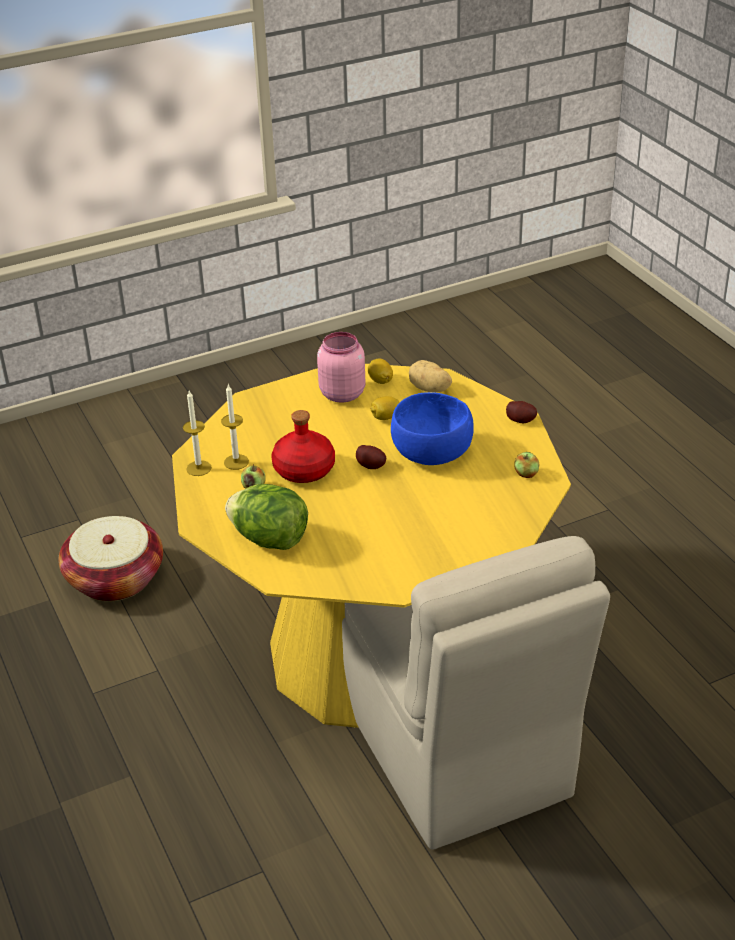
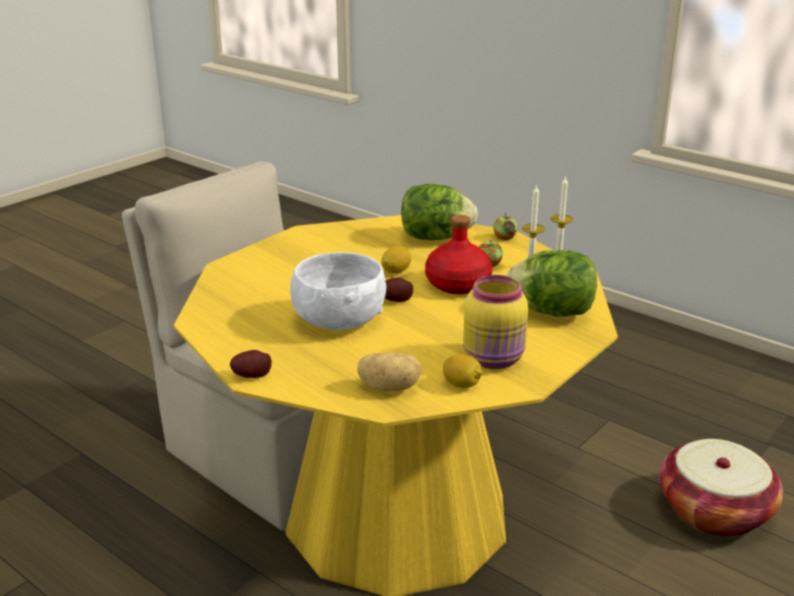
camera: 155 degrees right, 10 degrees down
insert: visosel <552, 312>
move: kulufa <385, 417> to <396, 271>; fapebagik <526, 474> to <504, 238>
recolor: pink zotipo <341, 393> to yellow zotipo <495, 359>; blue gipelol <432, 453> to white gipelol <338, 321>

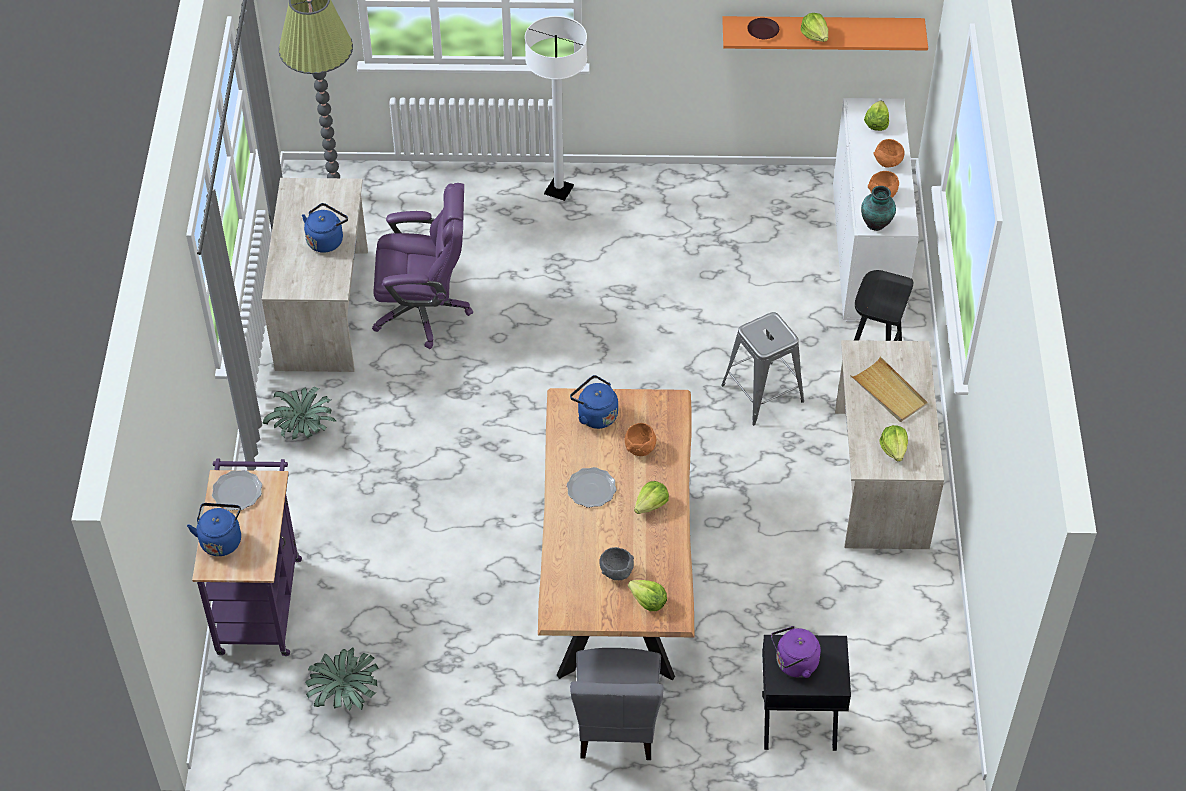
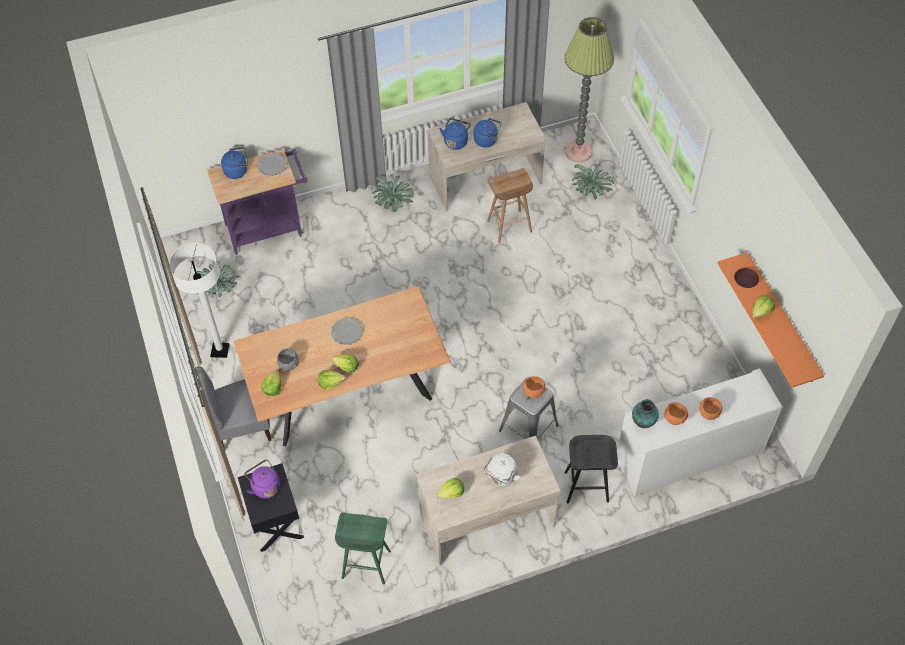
camera: 70 degrees right, 5 degrees up
insert: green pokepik <365, 565>; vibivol <591, 191>
move: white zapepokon <559, 190> to <220, 350>; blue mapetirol <595, 415> to <456, 141>; orange gipelol <640, 448> to <533, 392>; visosel <876, 123> to <330, 383>
replace: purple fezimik <424, 310> to brown pokepik <509, 227>; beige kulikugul <889, 392> to white mapetirol <501, 477>

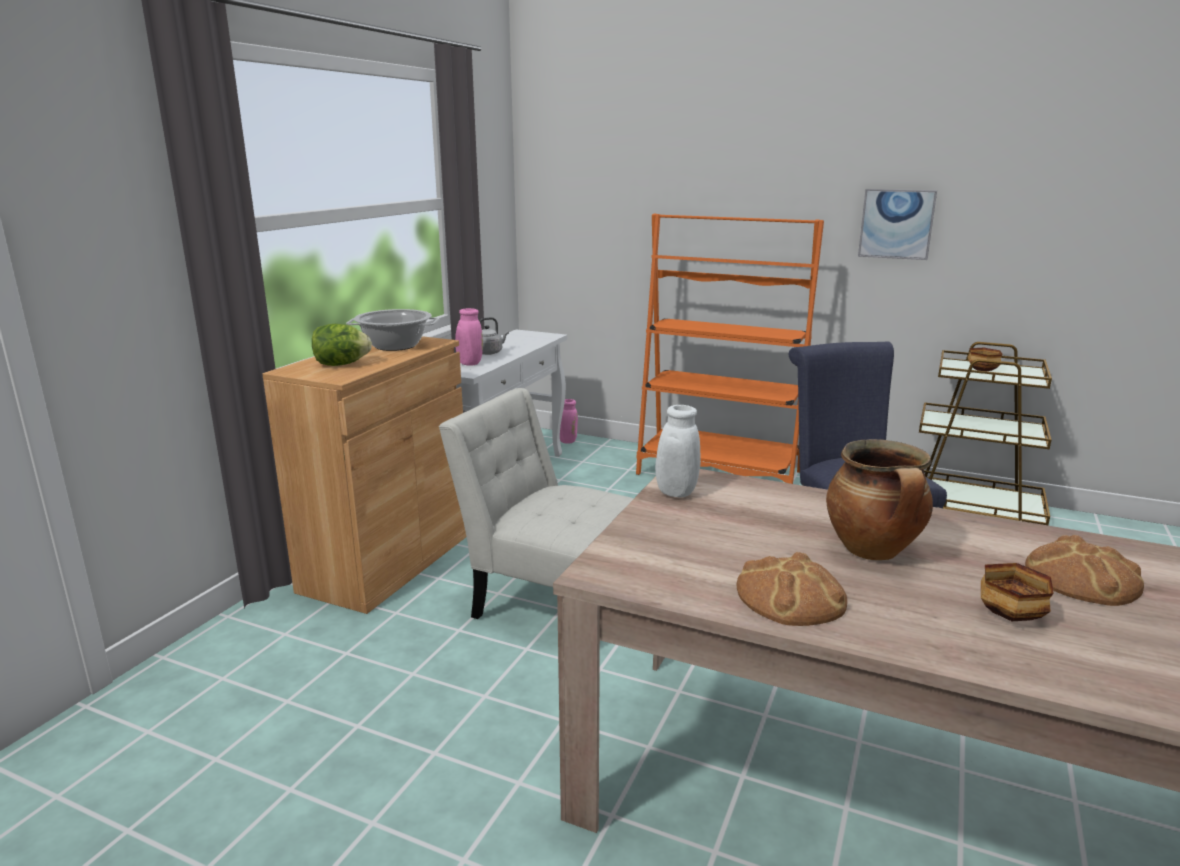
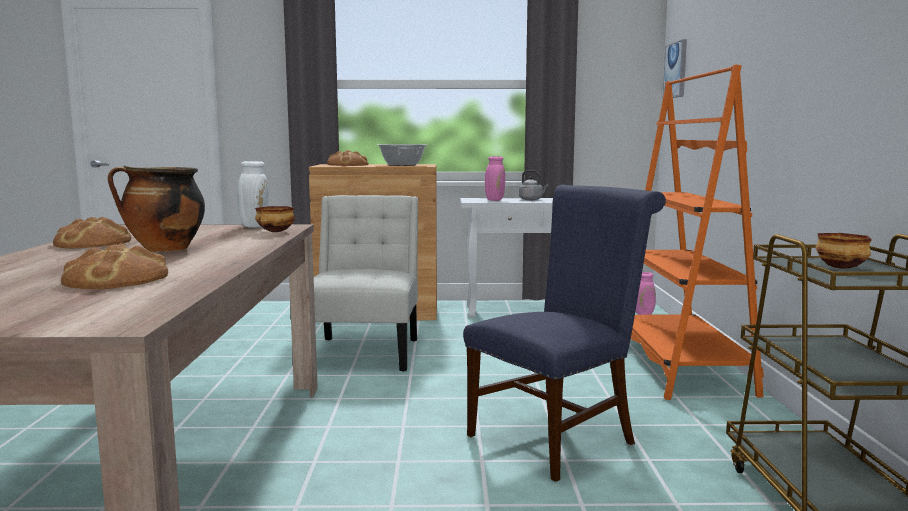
camera: 65 degrees right, 10 degrees down
move: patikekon <896, 224> to <676, 70>; gipelol <1012, 615> to <275, 231>
replace: visosel <341, 364> to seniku <348, 165>

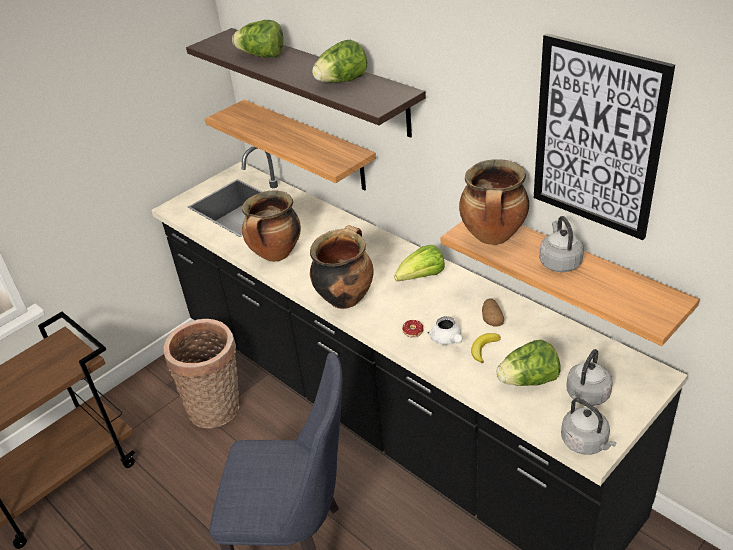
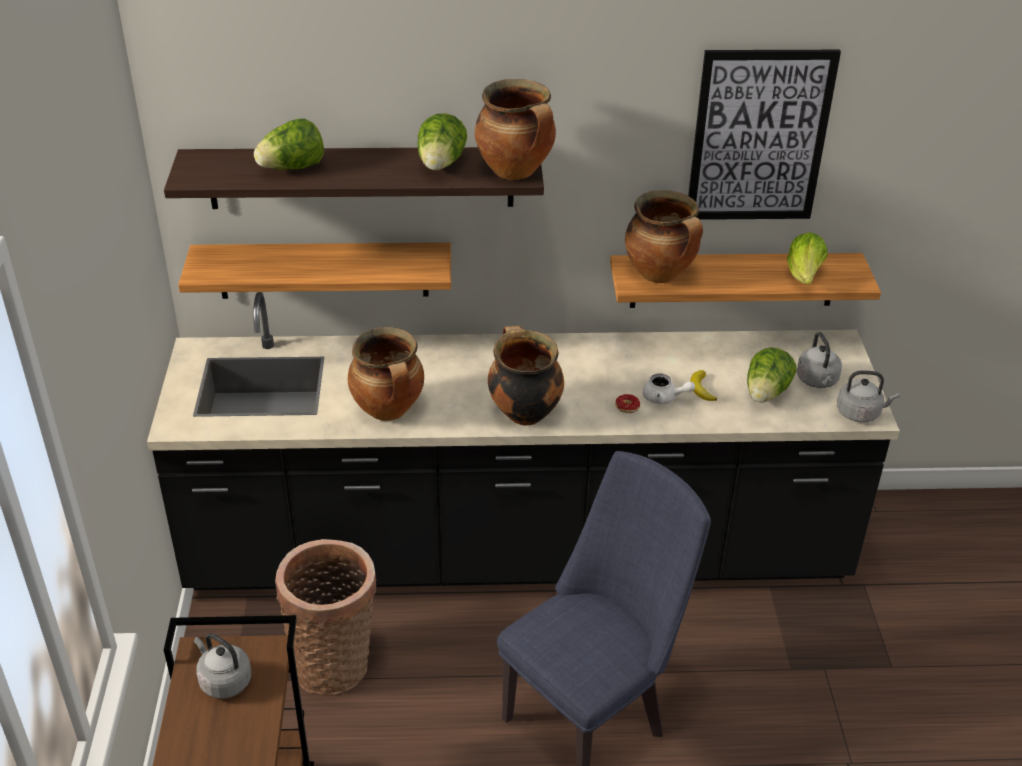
camera: 50 degrees left, 0 degrees up
delete: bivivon <492, 319>
insert: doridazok <516, 172>
move: visosel <421, 277> to <804, 276>; grey mapetirol <559, 262> to <223, 681>

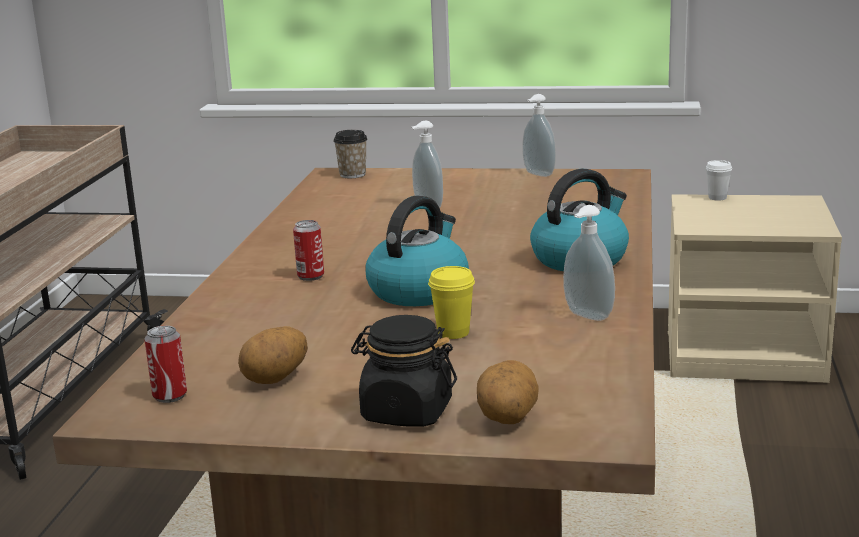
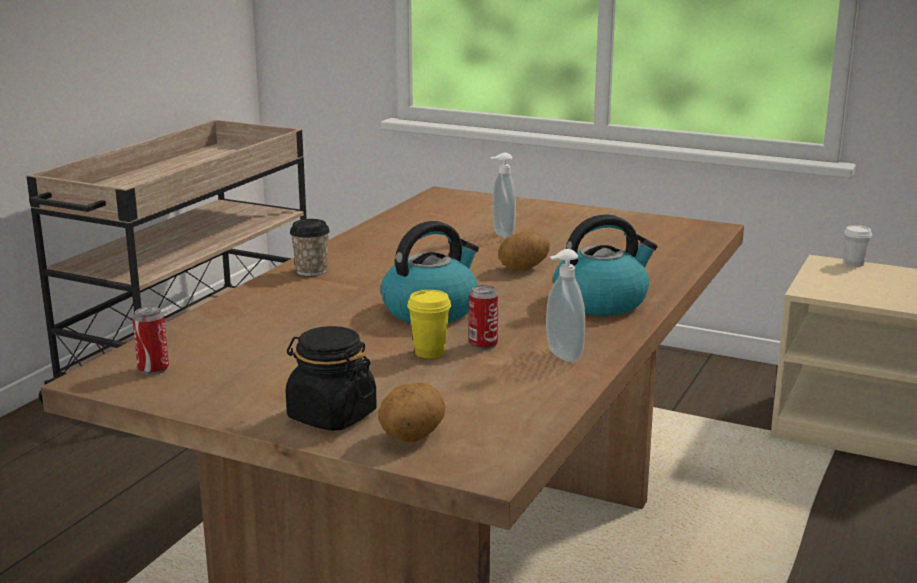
camera: 15 degrees right, 0 degrees up
delete: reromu <537, 174>
move: bivivon <276, 379> to <524, 269>; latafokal <310, 276> to <483, 344>; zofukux <352, 175> to <311, 271>

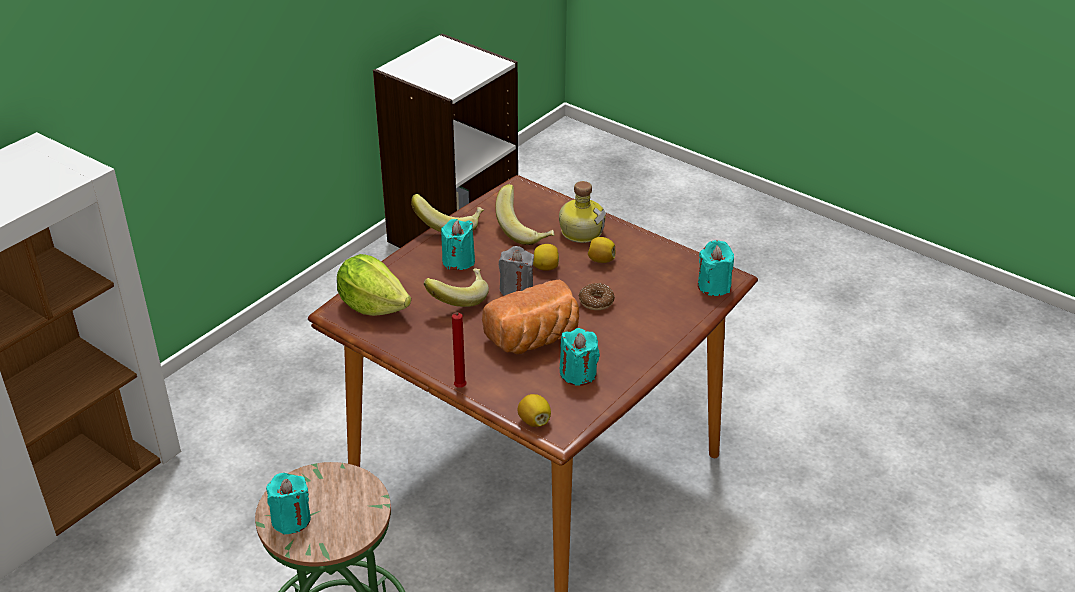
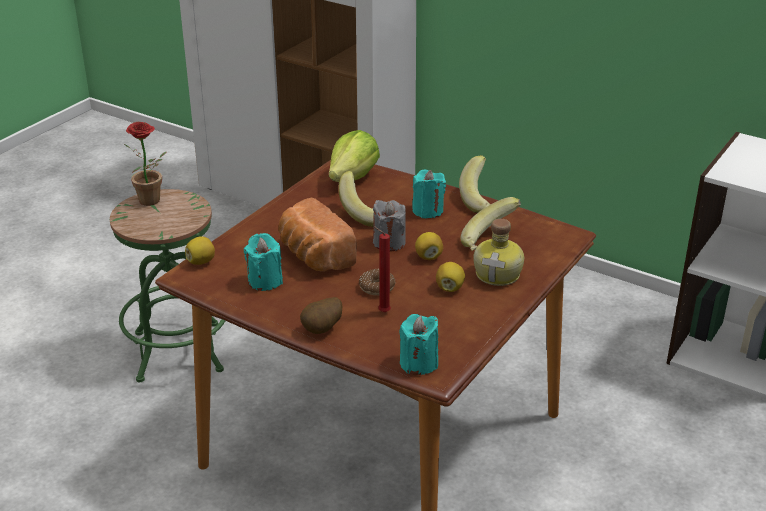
camera: 85 degrees right, 5 degrees down
insert: bivivon <323, 330>
move: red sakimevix <459, 388> to <382, 312>
replace: turquoise sakimevix <291, 519> to vibivol <152, 202>

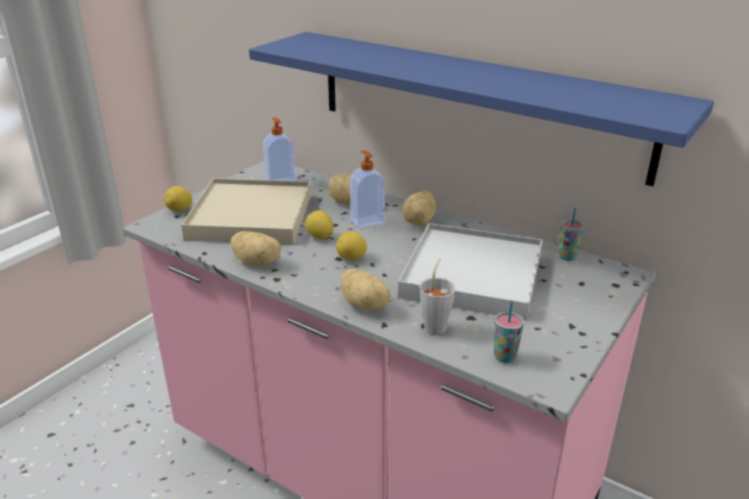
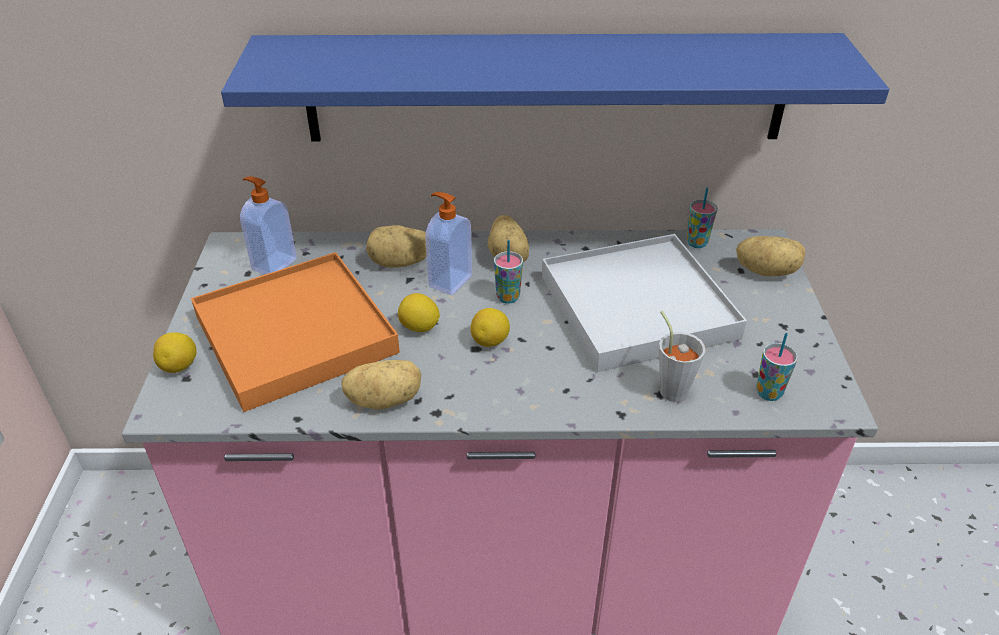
camera: 35 degrees left, 10 degrees up
insert: zofukux <508, 297>
move: bivivon <365, 305> to <766, 271>
recolor: beige kulikugul <250, 216> to orange kulikugul <295, 335>

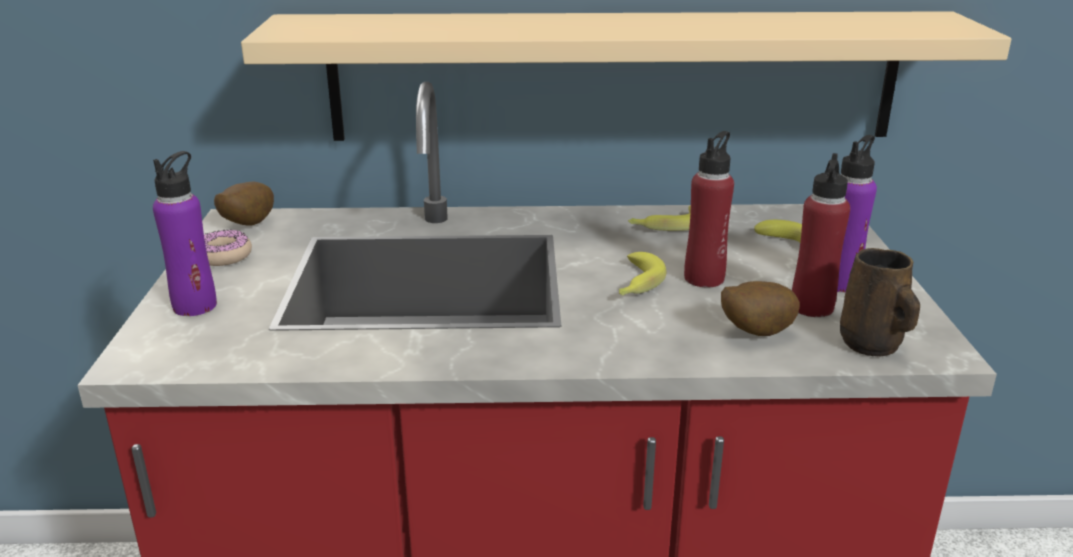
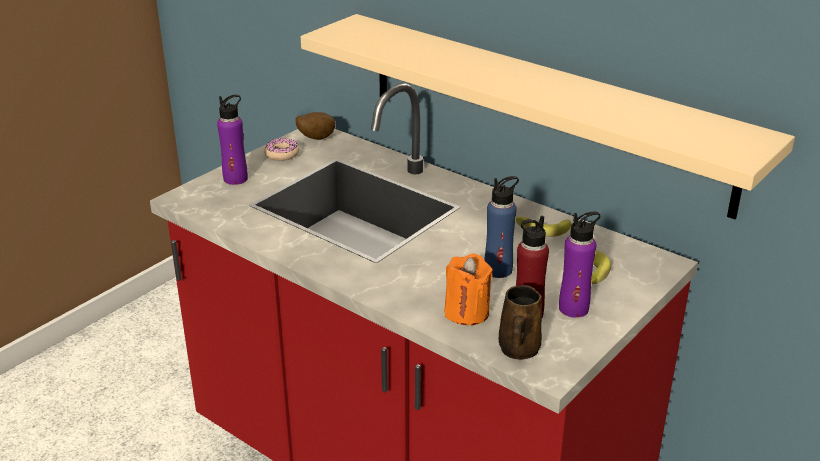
camera: 40 degrees right, 5 degrees up
delete: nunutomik <635, 284>
replace: bivivon <753, 333> to orange sakimevix <466, 312>
recolor: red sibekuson <704, 278> to blue sibekuson <498, 270>

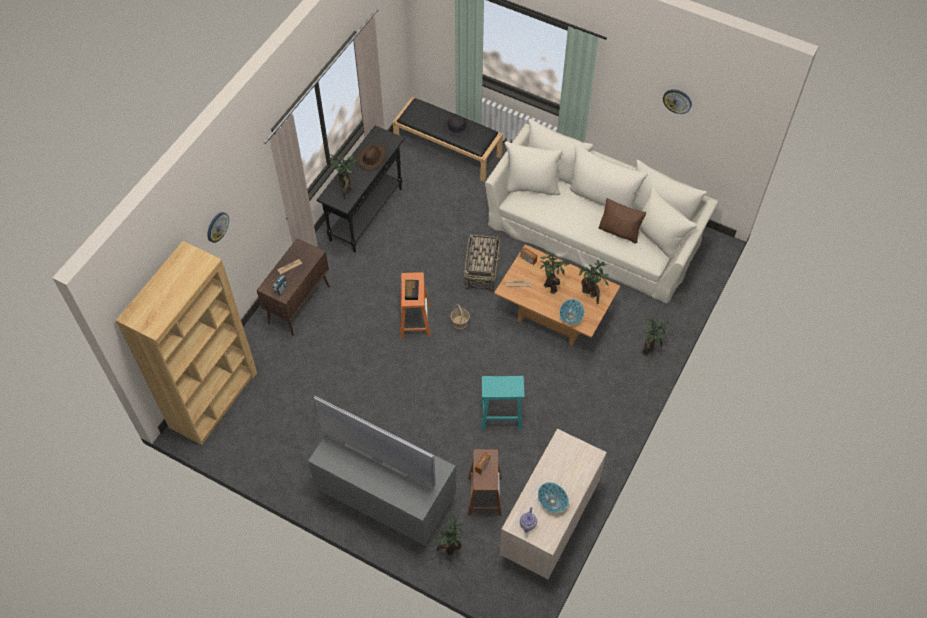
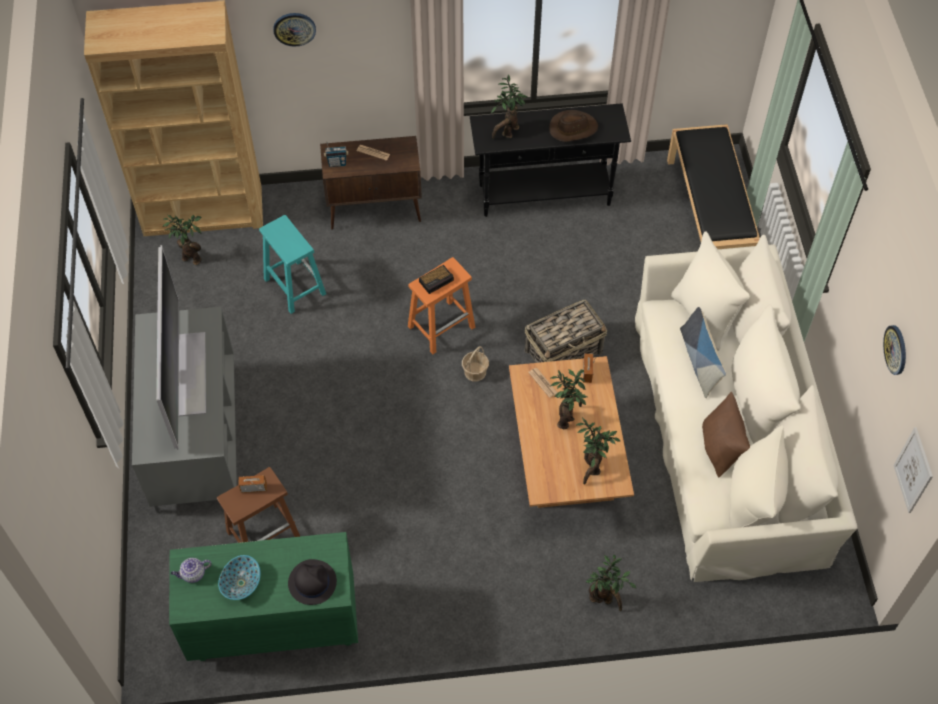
camera: 55 degrees right, 0 degrees up
delete: gipelol <570, 316>
insert: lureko <699, 361>; patikekon <913, 470>
move: vibivol <451, 549> to <190, 257>; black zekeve <456, 126> to <312, 582>; turquoise pokepik <500, 415> to <294, 286>
recolor: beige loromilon <549, 523> to green loromilon <273, 624>

